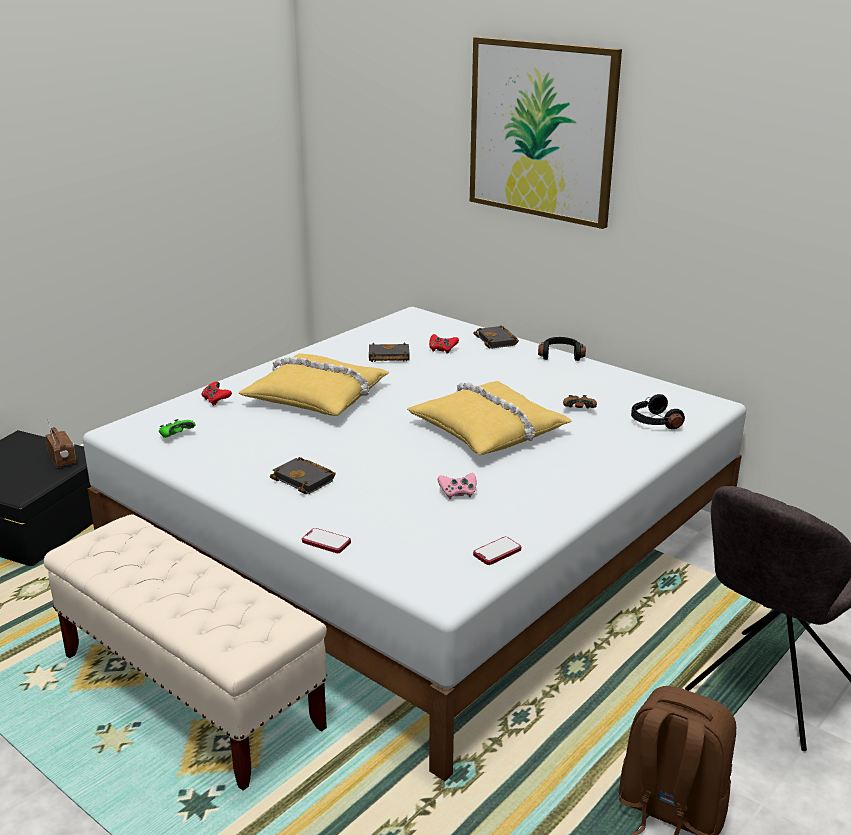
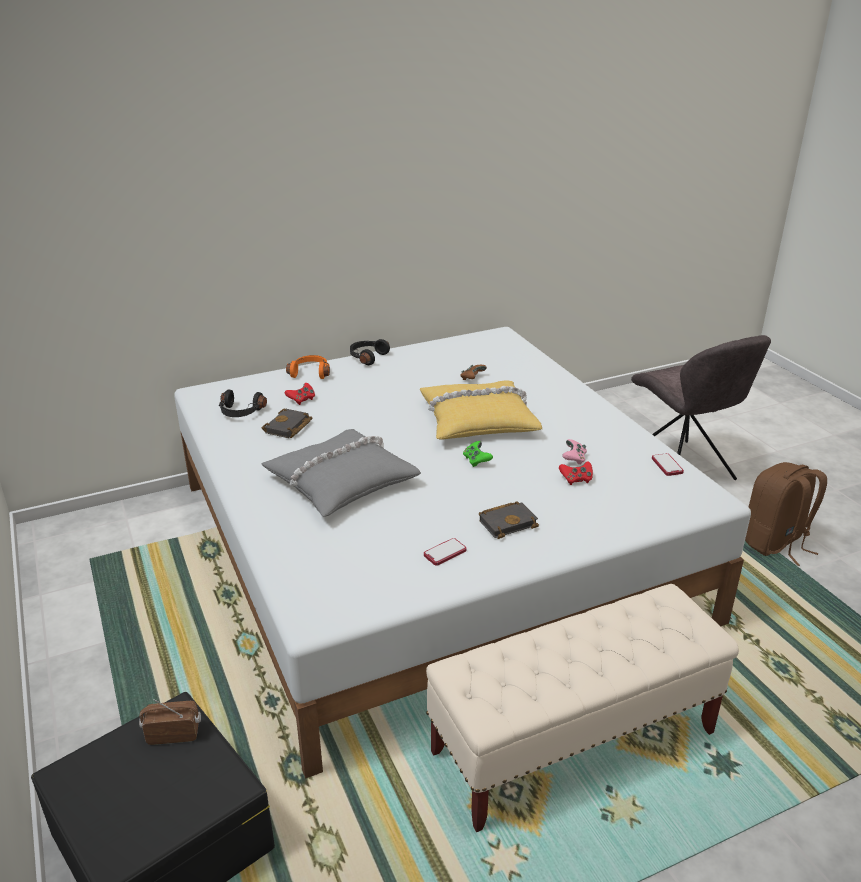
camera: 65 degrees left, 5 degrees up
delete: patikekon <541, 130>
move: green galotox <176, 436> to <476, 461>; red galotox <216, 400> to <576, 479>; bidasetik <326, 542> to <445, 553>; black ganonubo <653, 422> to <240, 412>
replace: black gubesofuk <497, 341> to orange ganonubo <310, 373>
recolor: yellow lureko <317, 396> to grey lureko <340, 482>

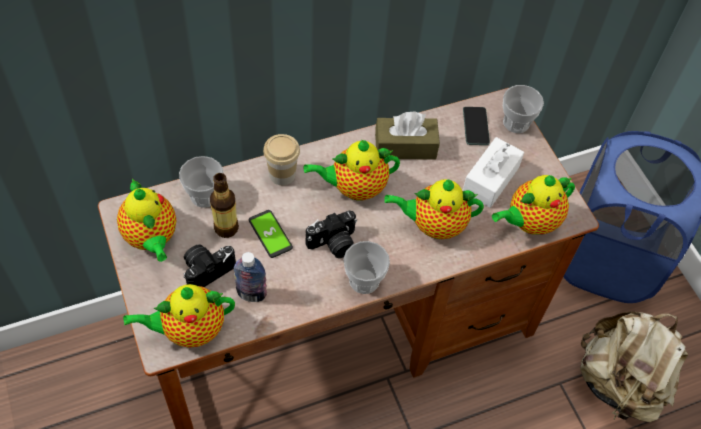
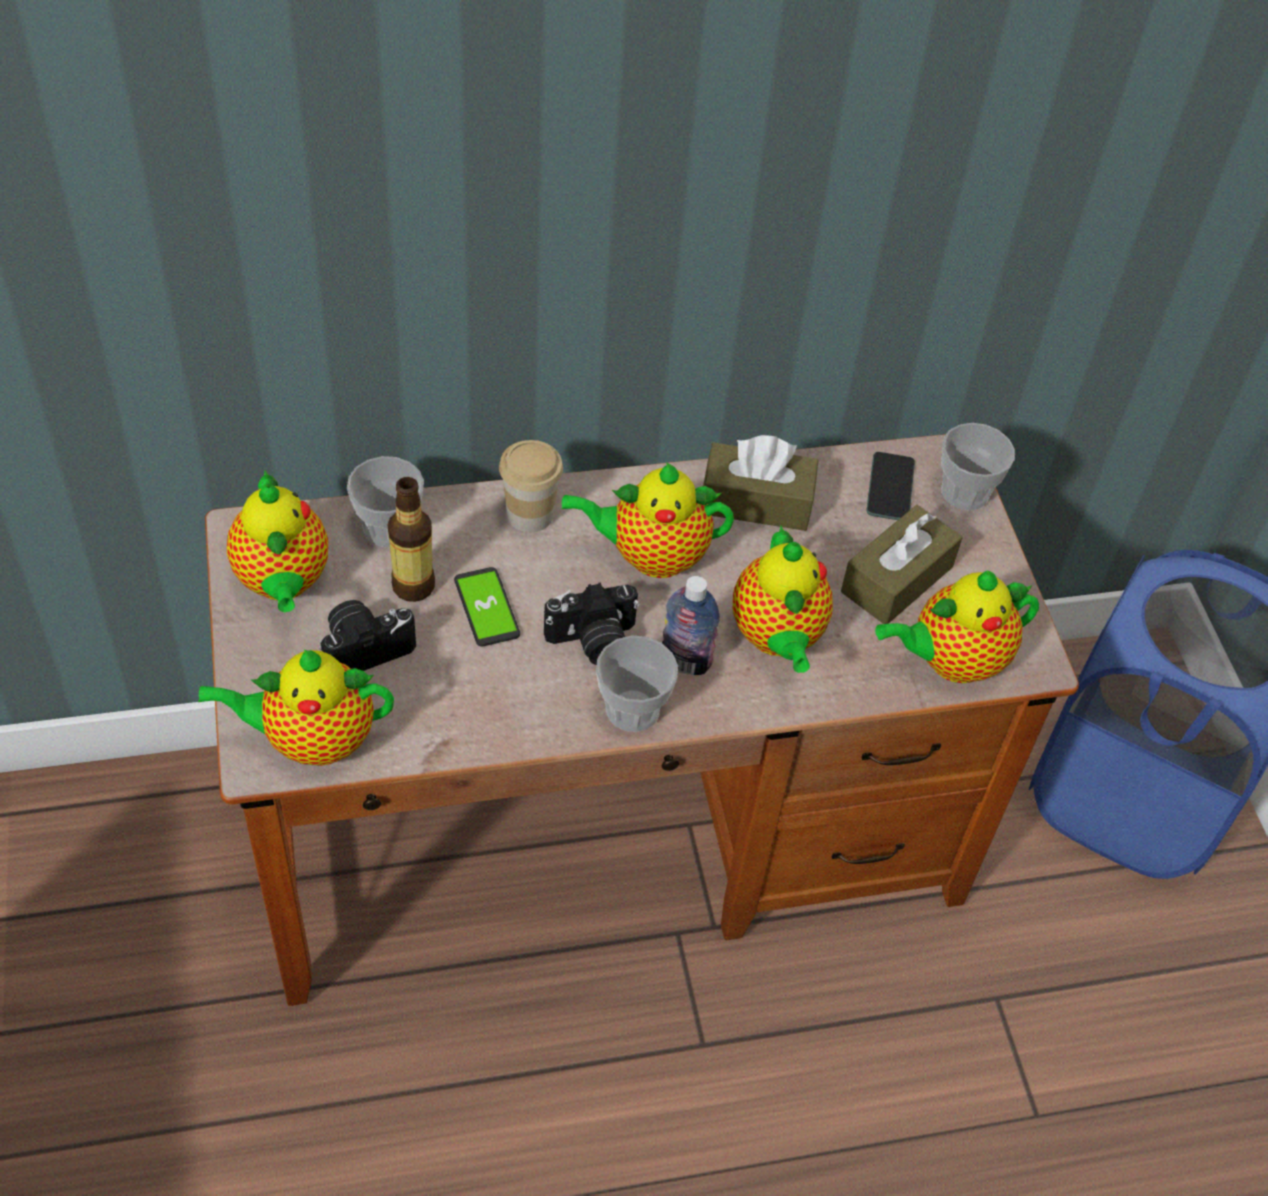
camera: 10 degrees right, 5 degrees down
delete: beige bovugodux <618, 383>
move: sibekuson <251, 294> to <685, 662>
recolor: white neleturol <490, 179> to brown neleturol <897, 579>
rotate: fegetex <433, 225> = <777, 638> 105 degrees counterclockwise

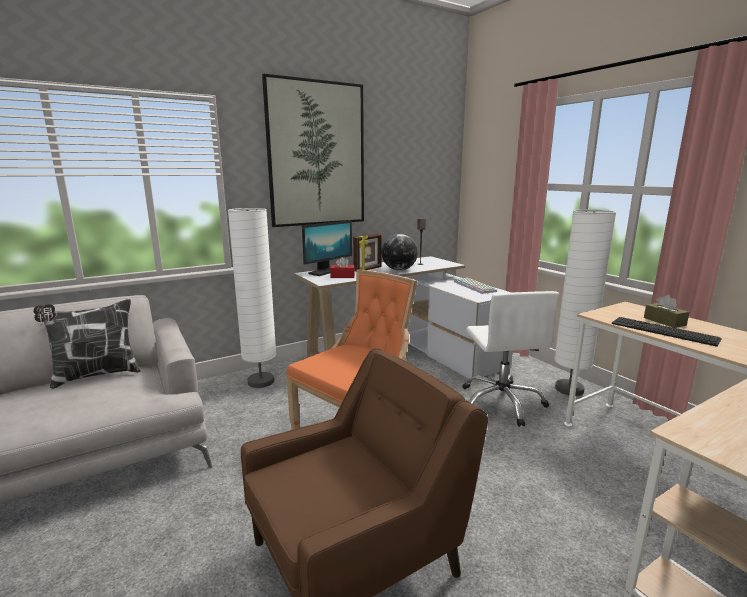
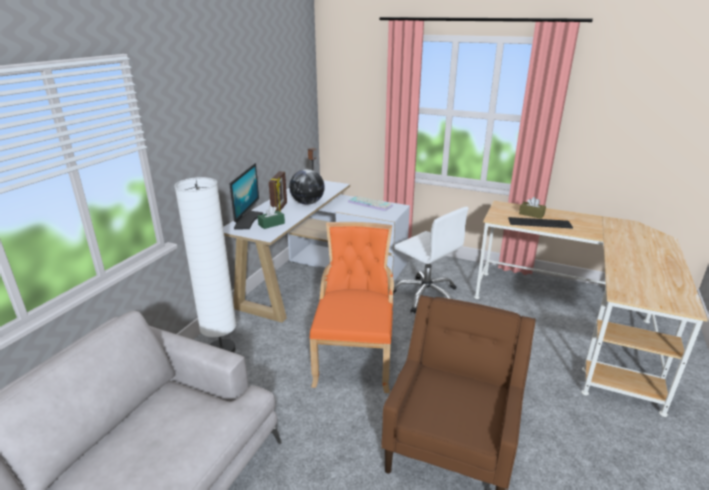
camera: 35 degrees left, 10 degrees up
delete: lureko <96, 375>; patikekon <317, 155>; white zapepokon <569, 389>
recolor: red neleturol <342, 276> to green neleturol <271, 224>

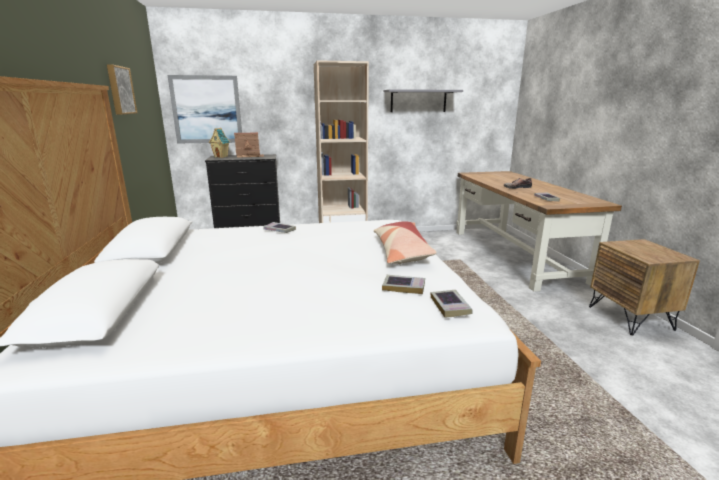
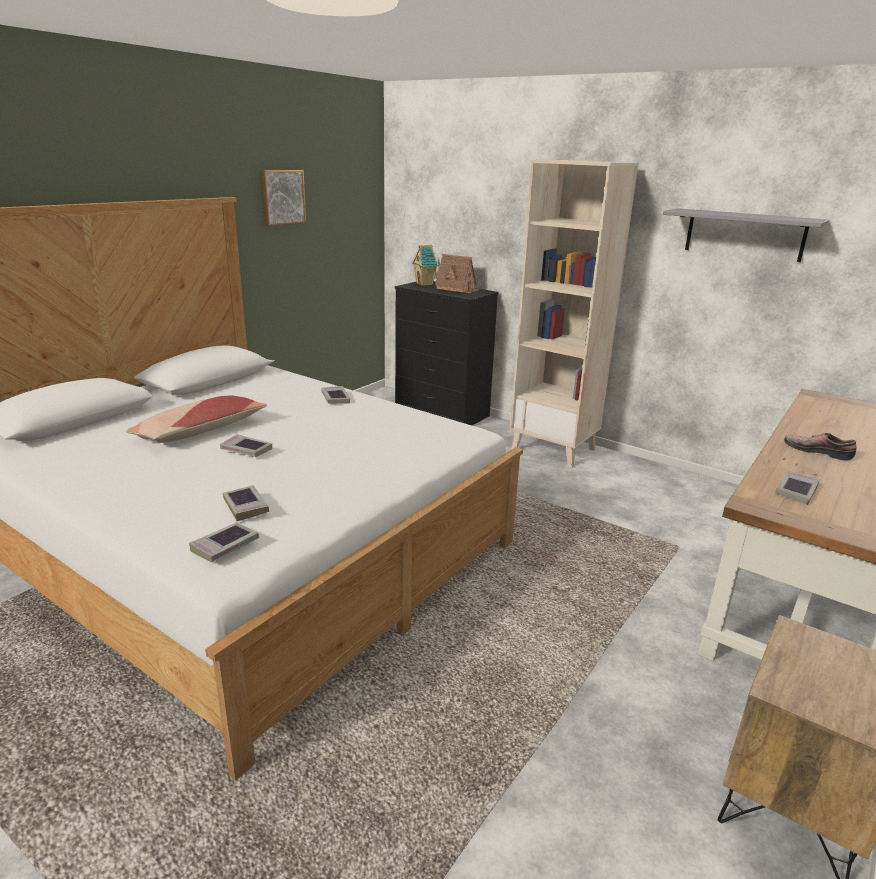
camera: 45 degrees right, 5 degrees up
delete: patikekon <206, 109>
insert: gubesofuk <246, 450>
move: lureko <401, 252> to <200, 431>

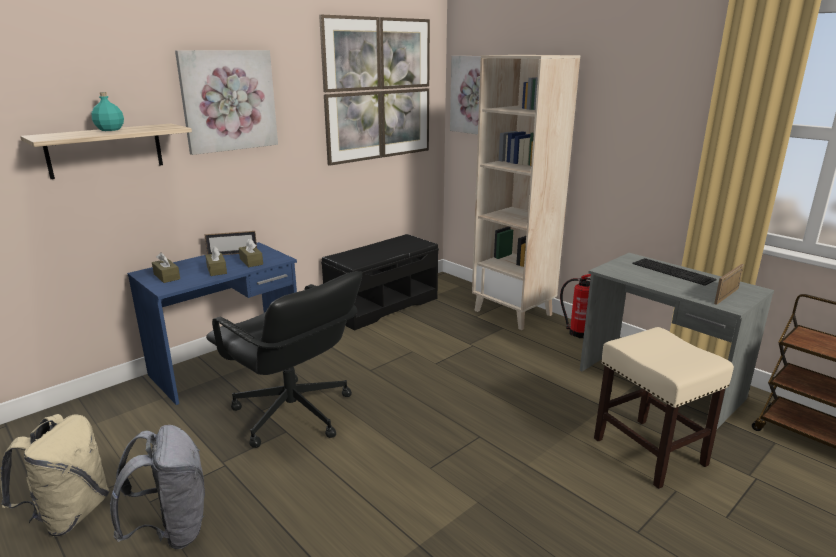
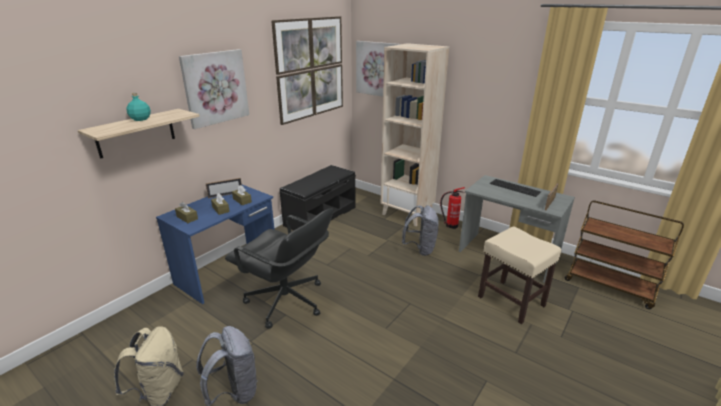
camera: 10 degrees left, 5 degrees up
insert: grey bovugodux <420, 249>

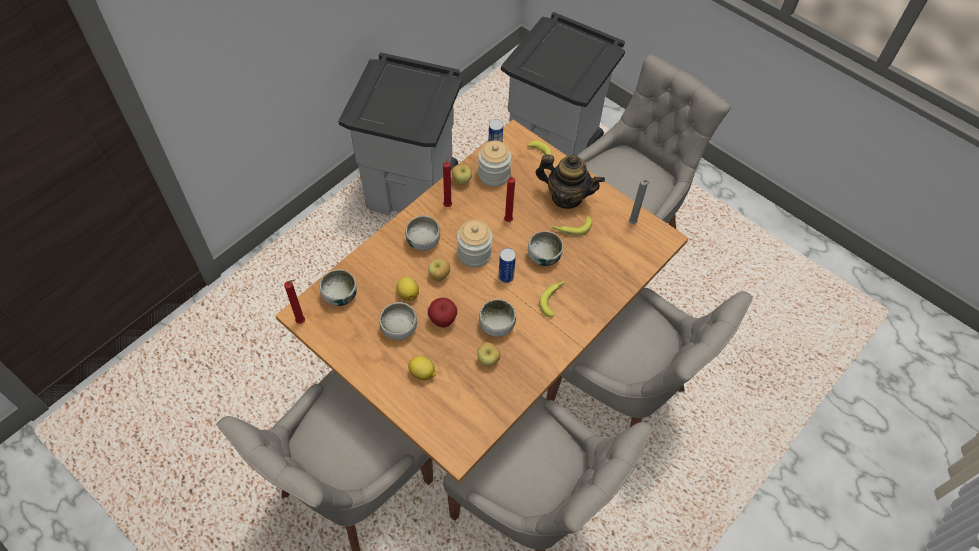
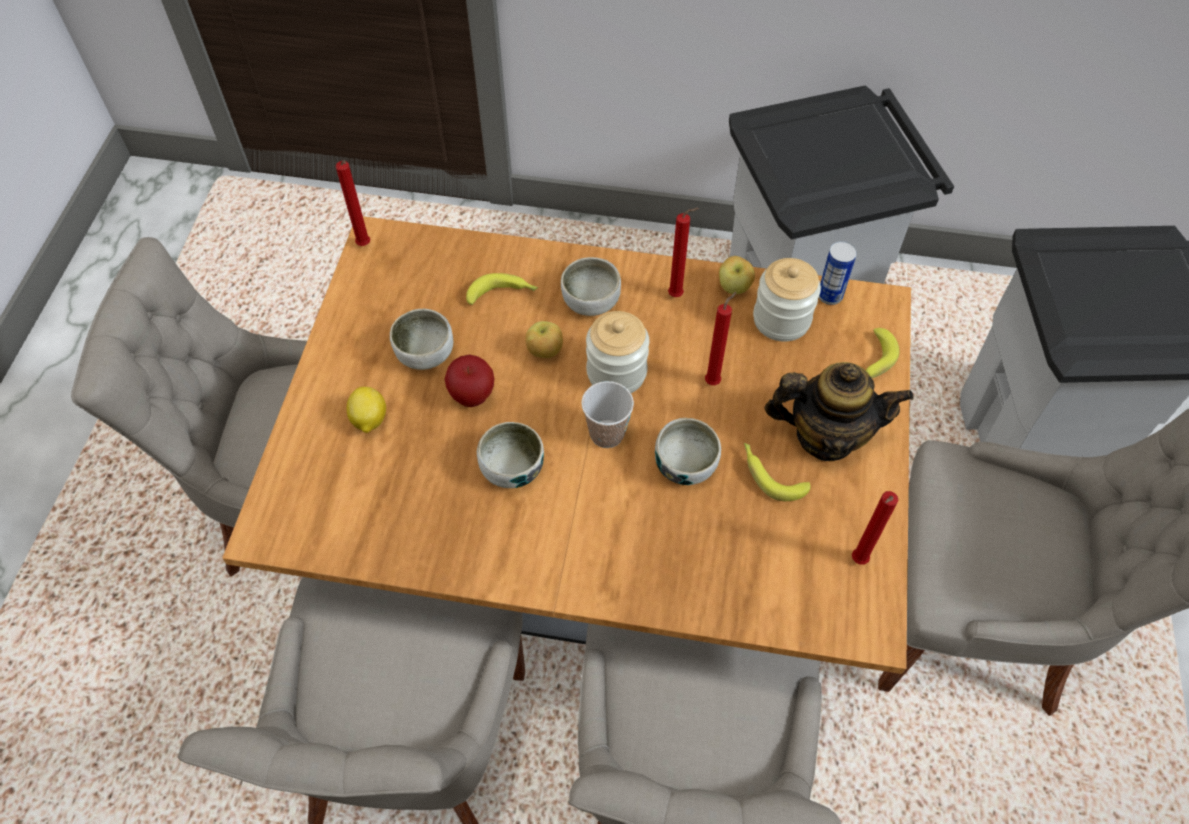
camera: 60 degrees right, 0 degrees up
delete: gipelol <340, 295>; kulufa <408, 293>; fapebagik <488, 360>
move: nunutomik <553, 299> to <503, 294>
replace: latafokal <506, 277> to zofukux <607, 434>
recolor: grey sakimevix <633, 224> to red sakimevix <857, 561>
rotate: fegetex <566, 197> = <825, 435> 75 degrees counterclockwise

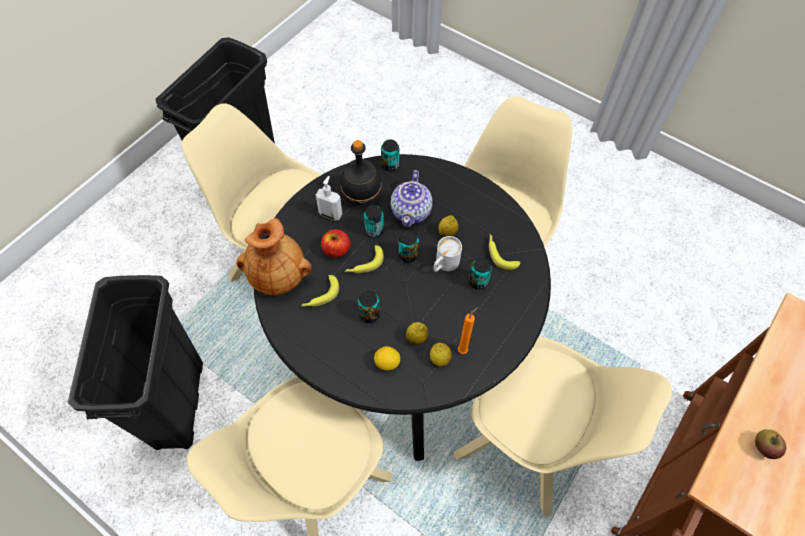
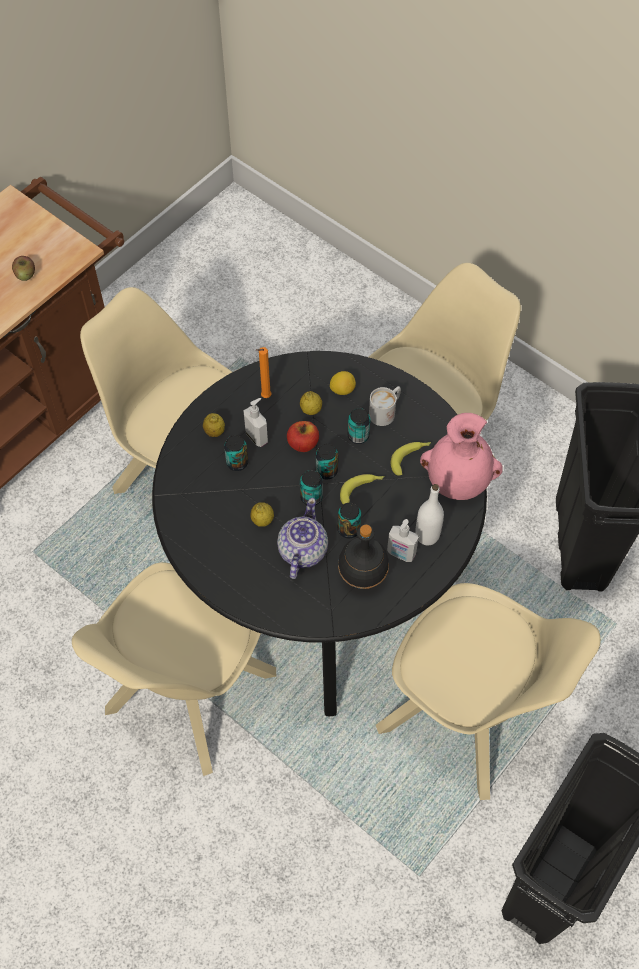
camera: 175 degrees left, 0 degrees up
delete: nunutomik <500, 254>
insert: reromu <257, 436>; white sibekuson <427, 535>
move: fapebagik <336, 250> to <303, 444>; latafokal <390, 165> to <326, 471>; kulufa <440, 359> to <214, 432>; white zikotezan <444, 264> to <386, 411>
recolor: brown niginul <278, 276> to pink niginul <458, 482>

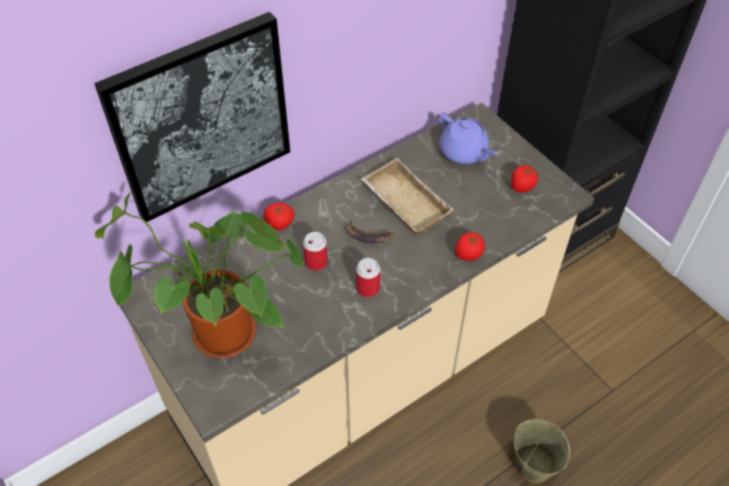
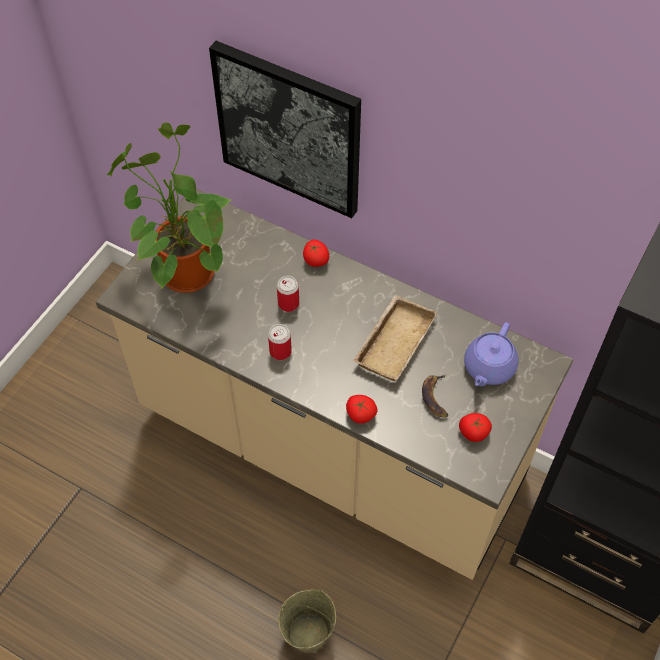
camera: 65 degrees right, 5 degrees up
move: nunutomik <368, 235> to <436, 397>

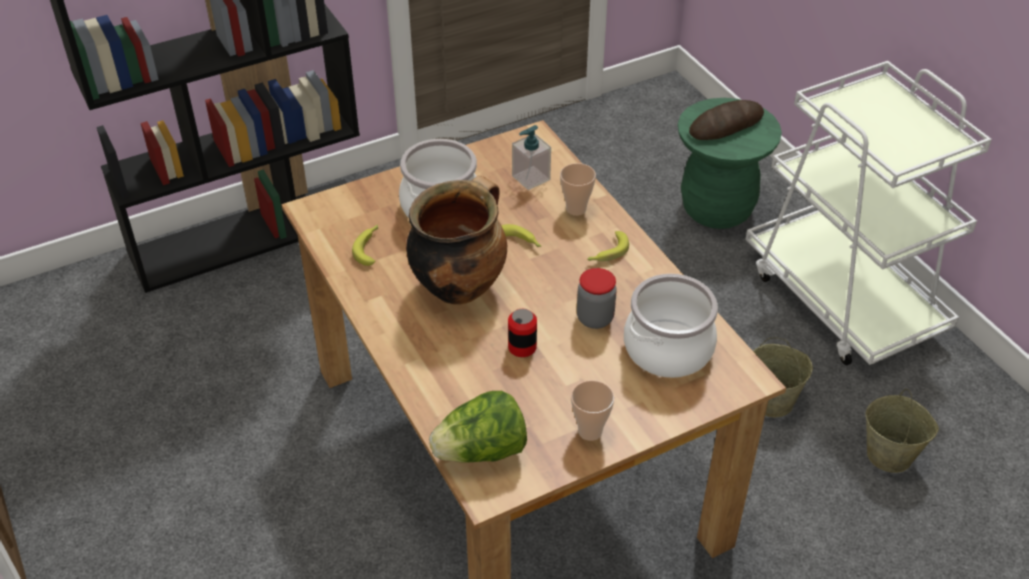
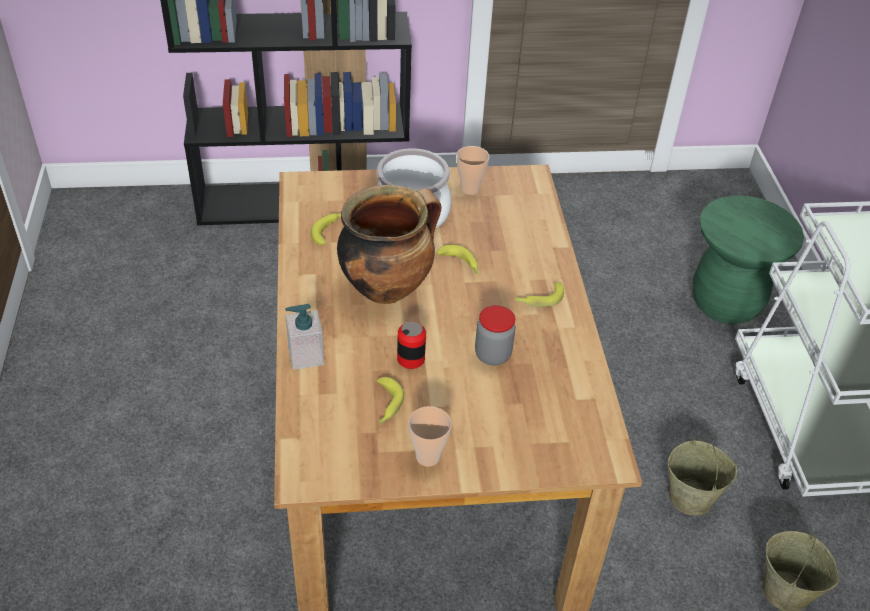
camera: 20 degrees right, 0 degrees up
delete: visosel <481, 451>; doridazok <668, 349>; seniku <726, 125>
insert: nunutomik <386, 405>
move: reromu <530, 178> to <305, 356>; zofukux <576, 209> to <470, 189>

